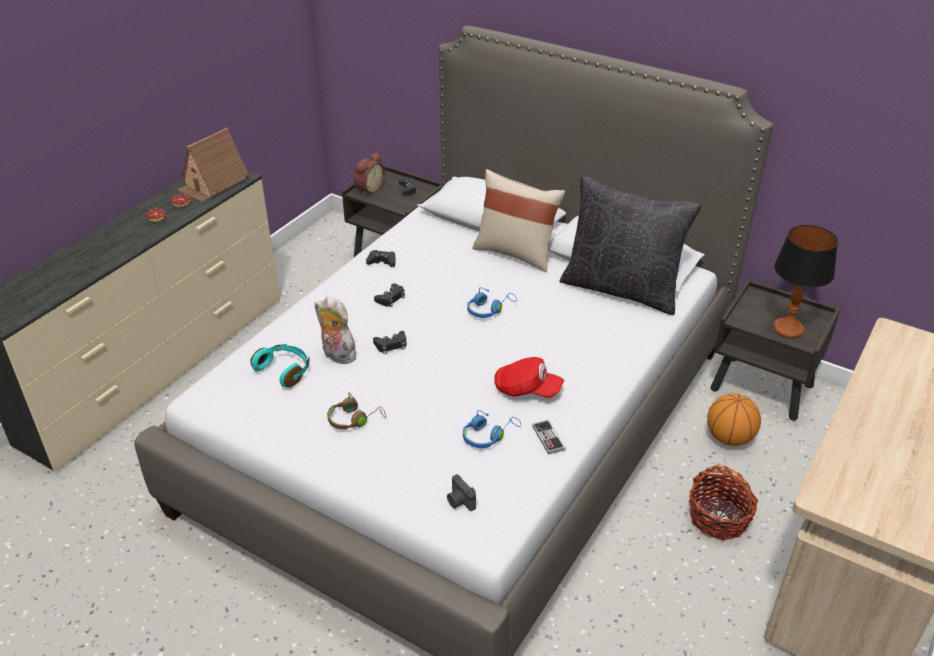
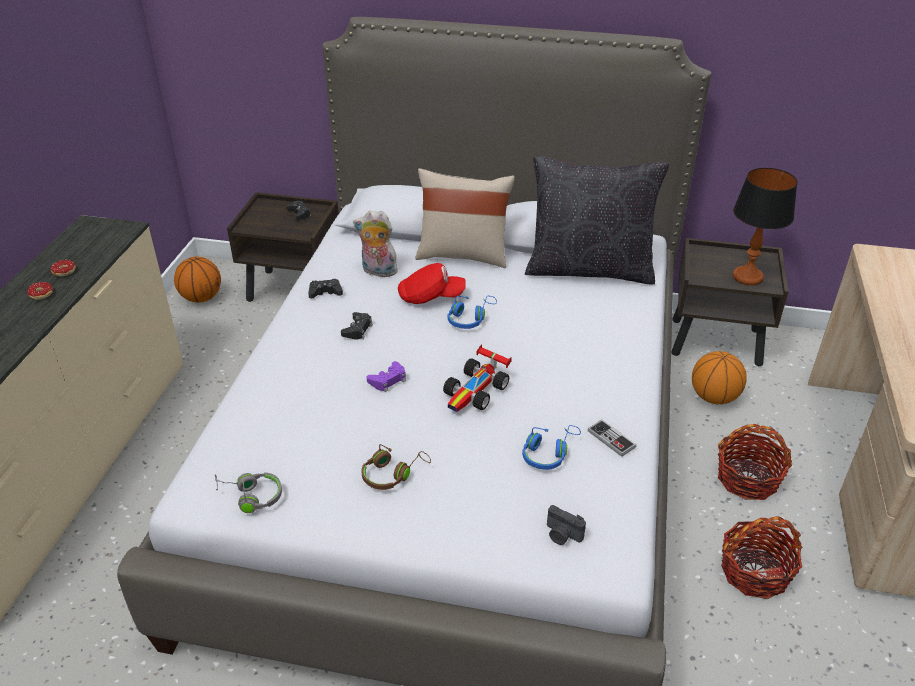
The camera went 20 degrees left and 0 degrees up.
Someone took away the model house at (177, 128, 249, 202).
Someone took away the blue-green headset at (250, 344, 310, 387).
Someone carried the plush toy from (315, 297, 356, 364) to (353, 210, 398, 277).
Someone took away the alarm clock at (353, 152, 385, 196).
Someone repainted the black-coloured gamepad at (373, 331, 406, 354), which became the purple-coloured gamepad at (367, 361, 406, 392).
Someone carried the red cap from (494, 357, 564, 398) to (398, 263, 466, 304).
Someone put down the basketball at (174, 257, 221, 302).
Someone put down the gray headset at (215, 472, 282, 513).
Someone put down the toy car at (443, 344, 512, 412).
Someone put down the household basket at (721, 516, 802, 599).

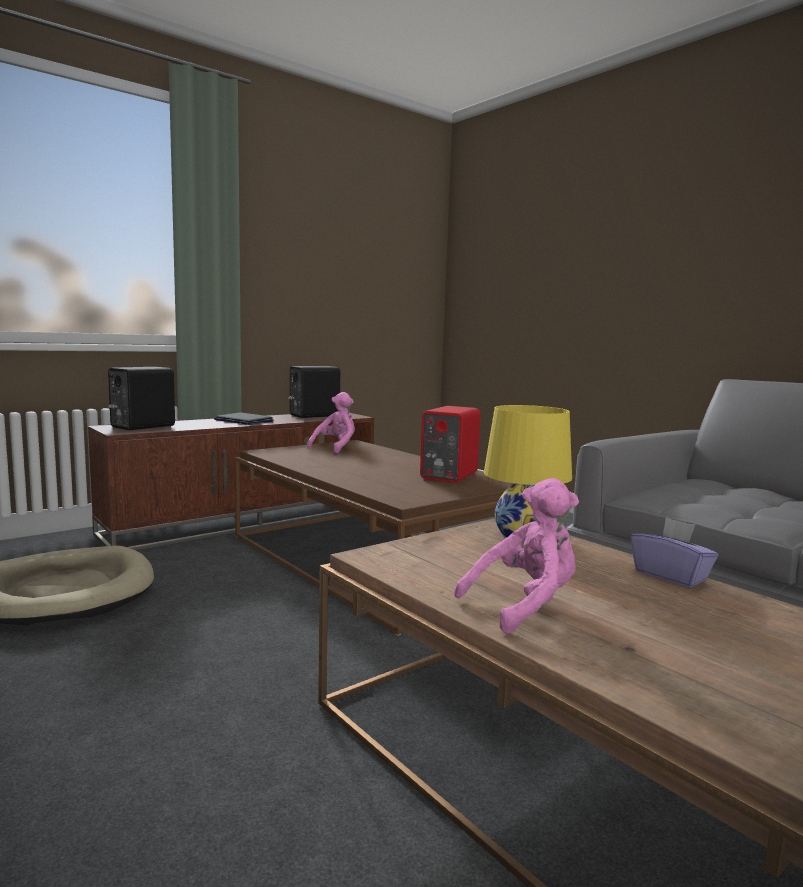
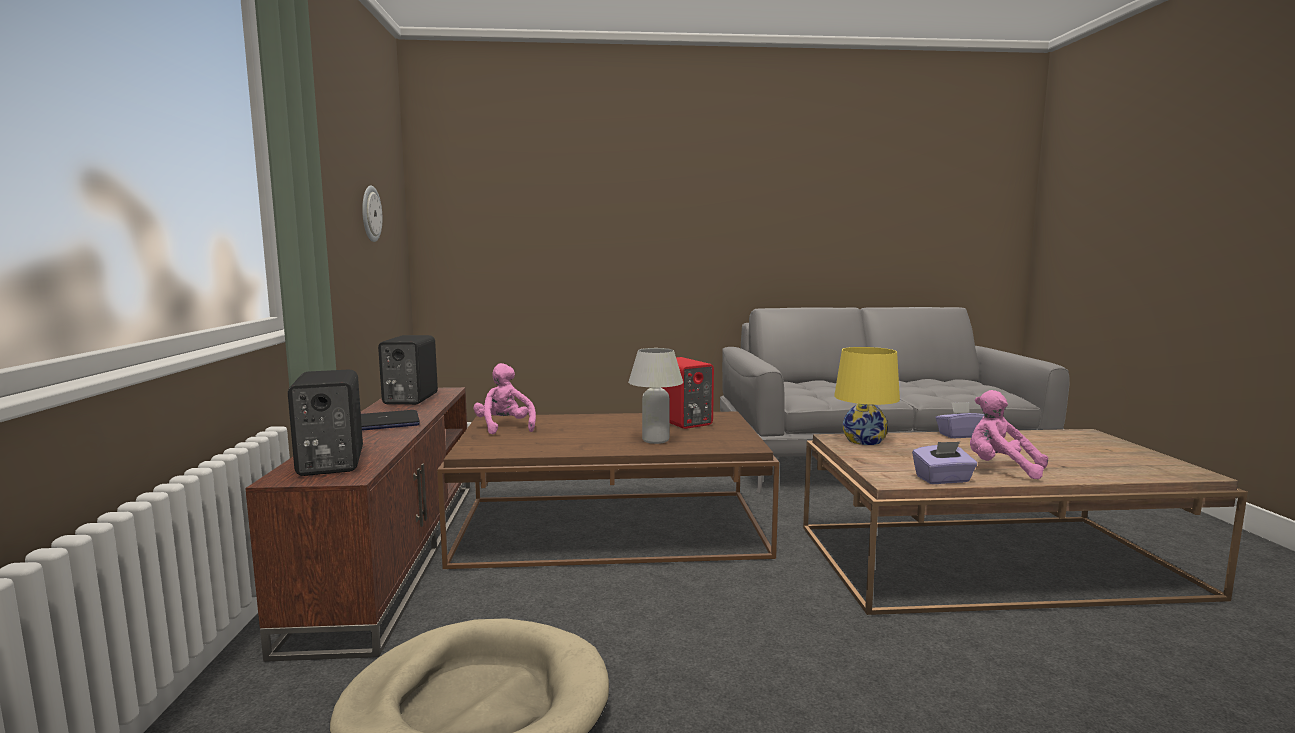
The camera went 55 degrees left and 0 degrees up.
Someone rotated the pinkish plush toy at (454, 478, 579, 634) by 60 degrees counterclockwise.
Someone put up the clock on the wall at (362, 185, 382, 242).
Someone put down the white-coloured lamp for a table at (628, 348, 683, 444).
Someone put down the purple-coloured box of tissues at (912, 442, 977, 484).

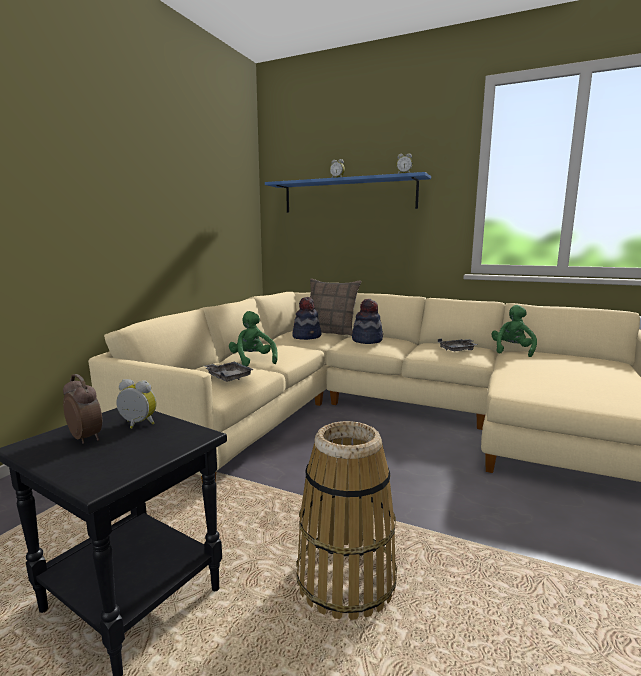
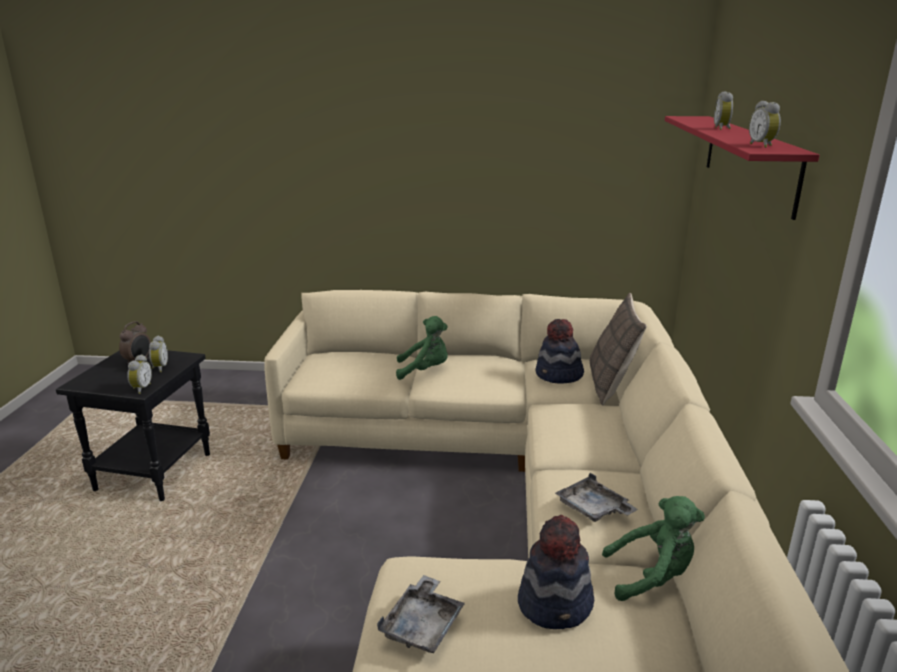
The camera went 70 degrees right and 10 degrees up.
Someone carried the gray tray from (205, 362, 254, 382) to (377, 575, 465, 653).
Someone rotated the green plush toy at (229, 311, 278, 366) by 45 degrees clockwise.
Someone repainted the blue-coloured bracket shelf at (265, 172, 431, 213), which became the red bracket shelf at (665, 116, 820, 220).
Someone took away the household basket at (296, 421, 397, 620).
Someone carried the clothing hat from (352, 299, 383, 344) to (518, 515, 594, 629).
Someone put down the alarm clock at (127, 354, 152, 394).

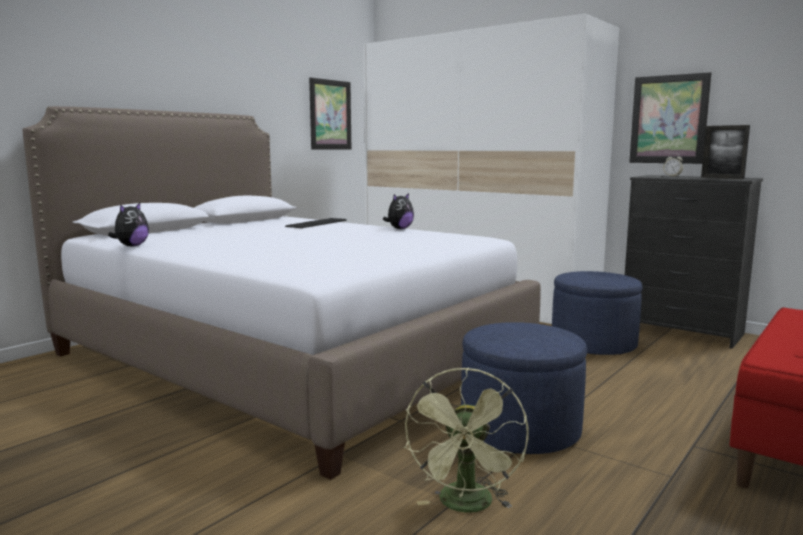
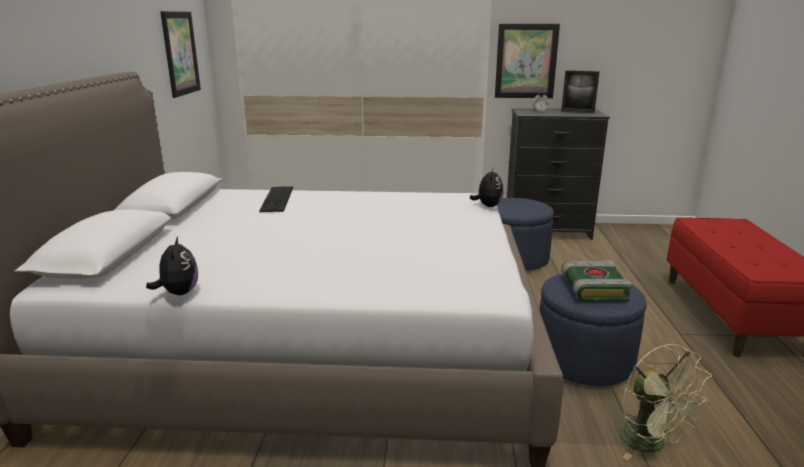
The camera went 35 degrees left and 10 degrees up.
Someone carried the plush toy from (383, 193, 414, 229) to (470, 167, 504, 207).
Someone put down the volume at (561, 261, 632, 302).

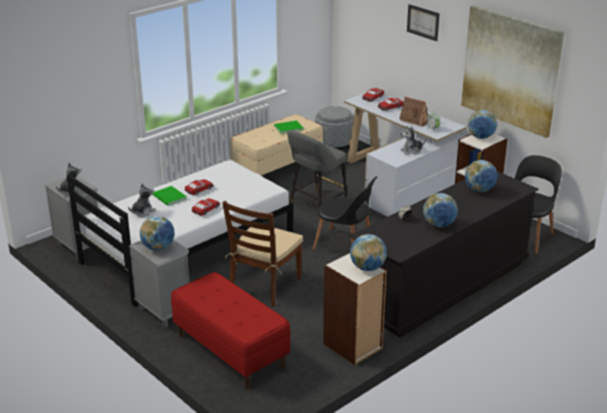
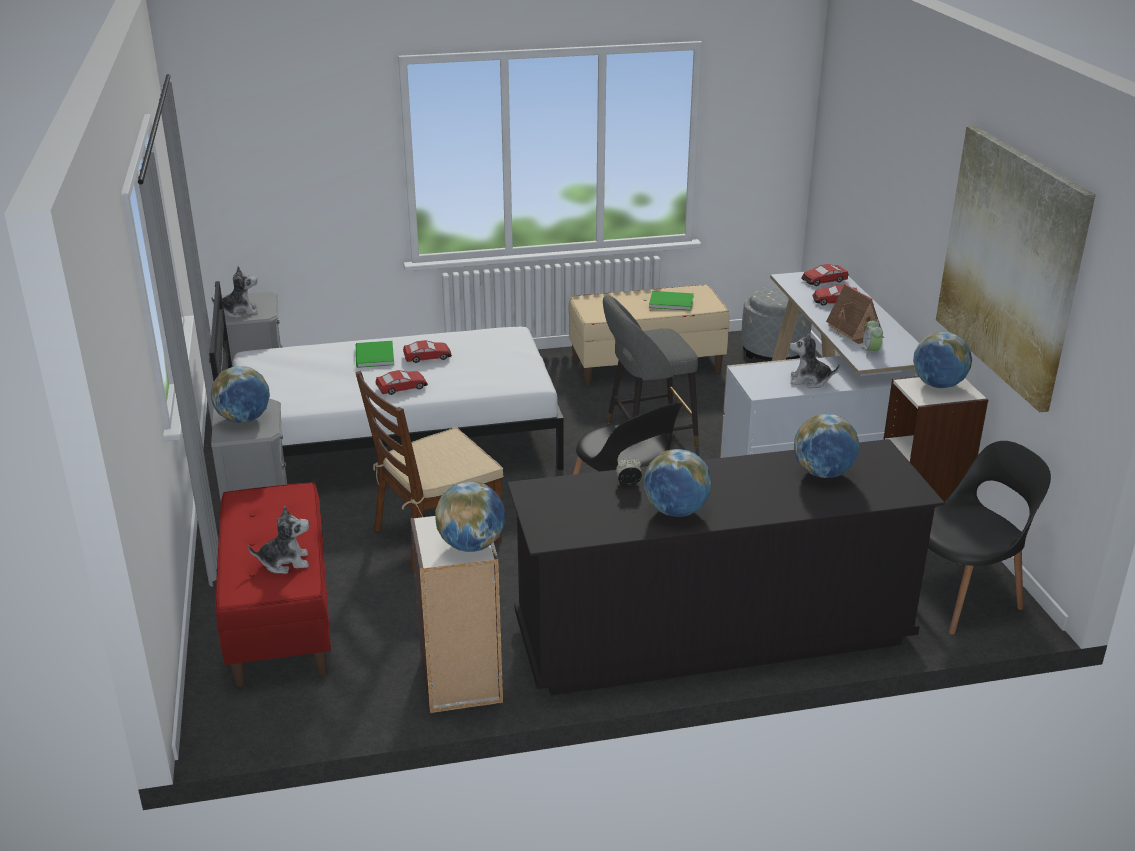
The camera went 30 degrees right and 0 degrees up.
Someone carried the plush toy from (128, 183, 156, 217) to (248, 506, 309, 574).
Someone took away the picture at (407, 4, 440, 41).

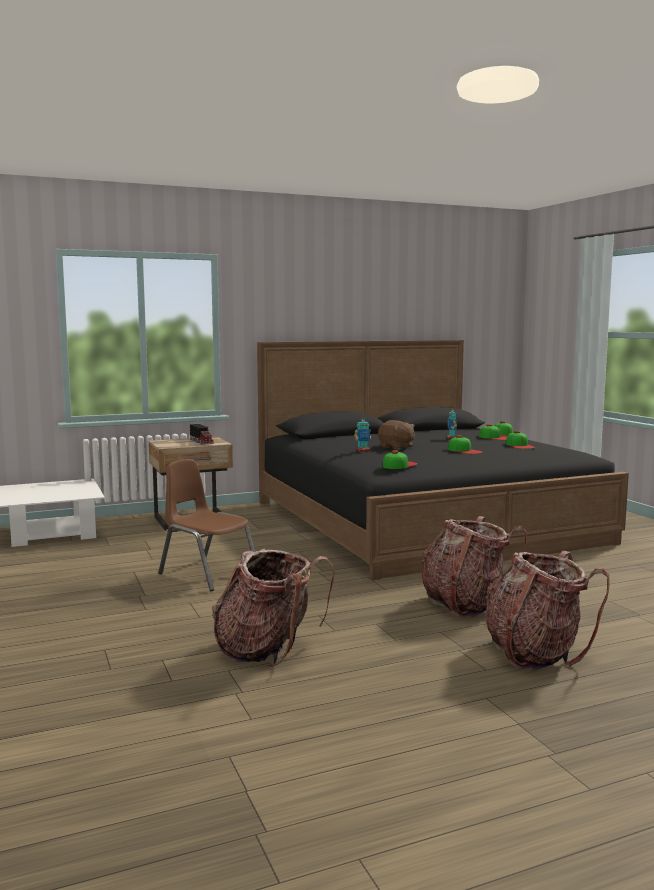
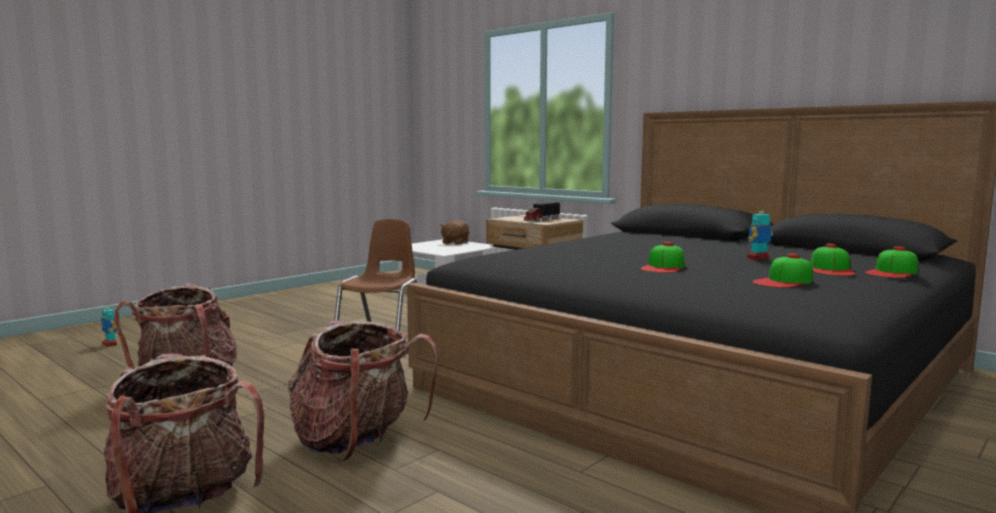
The camera went 65 degrees right and 0 degrees up.
Someone carried the toy robot from (354, 416, 371, 452) to (101, 304, 117, 347).
Someone carried the brown plush toy from (378, 420, 415, 450) to (440, 220, 469, 245).
Someone took away the cap at (383, 450, 417, 469).

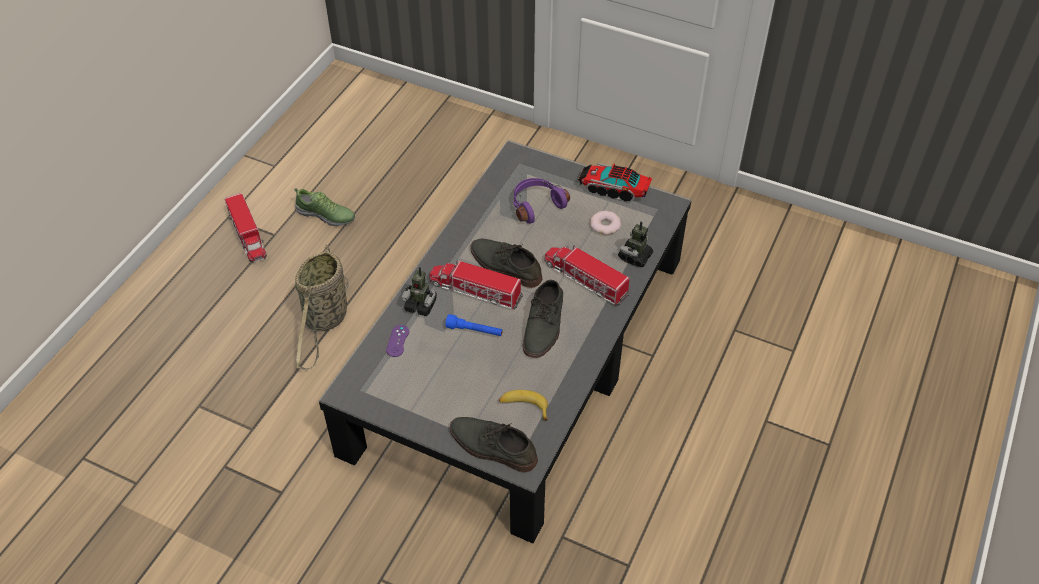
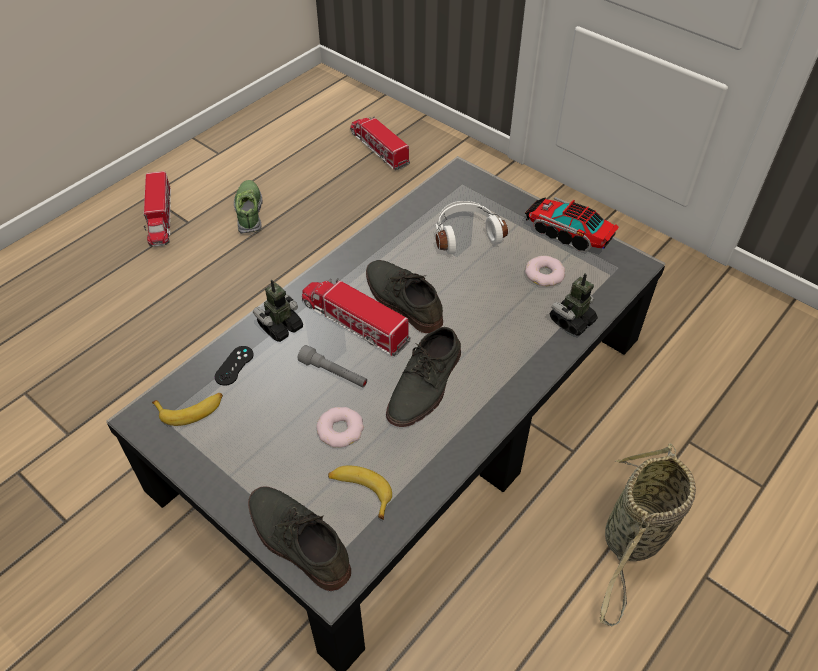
The camera went 15 degrees right and 0 degrees up.
Someone rotated the shoe at (294, 188, 355, 226) by 135 degrees counterclockwise.
Someone carried the household basket from (295, 244, 349, 370) to (600, 443, 696, 626).
Someone repainted the purple-coloured gamepad at (386, 325, 409, 357), which became the black-coloured gamepad at (214, 346, 254, 386).
Someone rotated the toy robot at (401, 267, 437, 316) by 105 degrees clockwise.
Someone repainted the blue-coloured flashlight at (445, 314, 503, 336), which became the gray flashlight at (298, 345, 367, 387).
Someone repainted the purple-coloured headset at (513, 178, 570, 224), which became the white-coloured headset at (435, 201, 508, 254).
Someone carried the toy lorry from (545, 245, 630, 306) to (350, 116, 410, 170).
Someone put down the banana fruit at (152, 393, 223, 426).
Someone put down the doughnut at (317, 407, 364, 448).

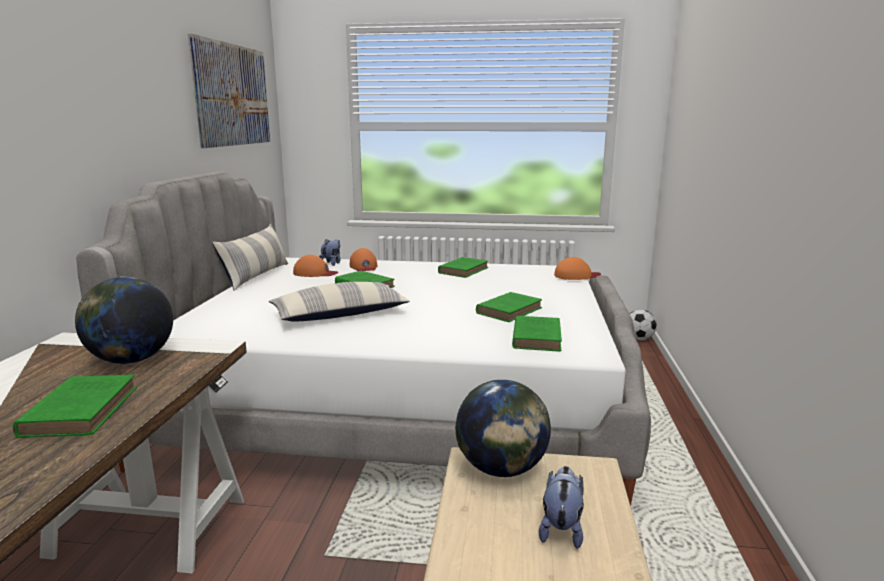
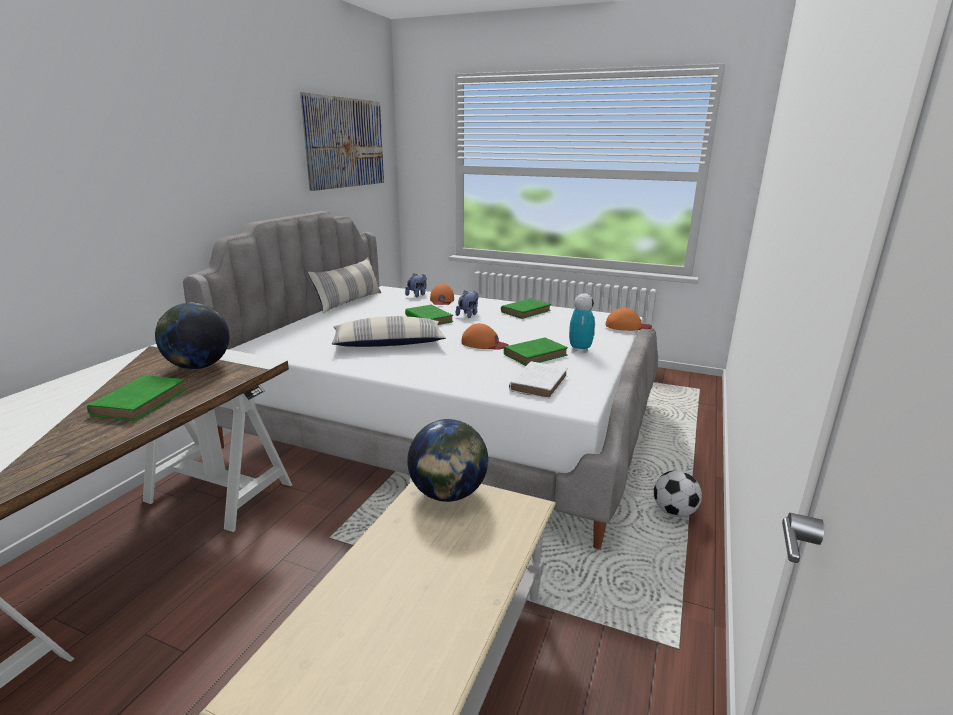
The camera went 15 degrees right and 5 degrees up.
Someone carried the orange cap from (293, 255, 338, 277) to (461, 323, 509, 350).
Someone repainted the green volume at (512, 316, 562, 351), which became the white-coloured volume at (509, 361, 568, 399).
Someone carried the plush toy from (539, 466, 584, 549) to (456, 290, 479, 318).
Someone carried the football ball from (630, 310, 657, 340) to (654, 470, 702, 517).
Someone put down the toy robot at (569, 293, 595, 353).

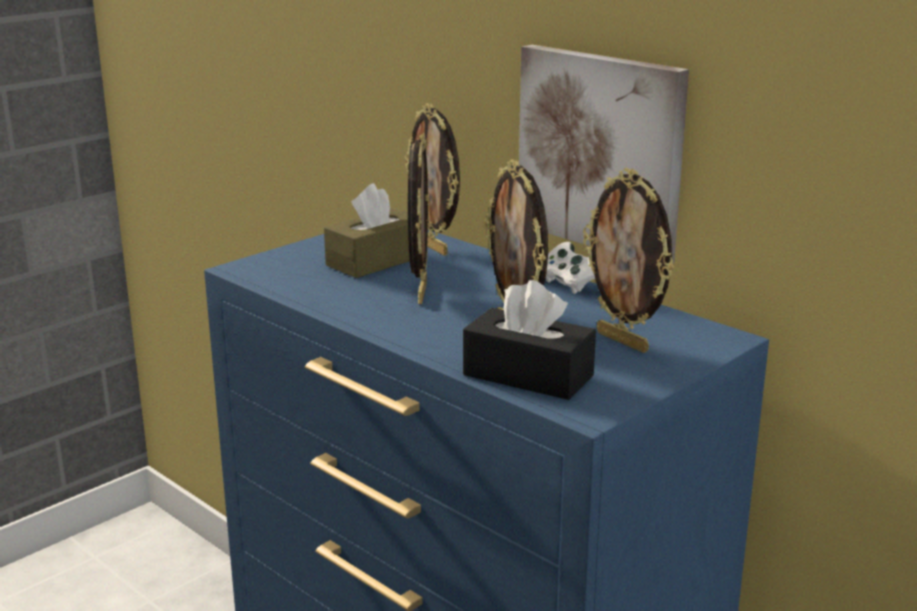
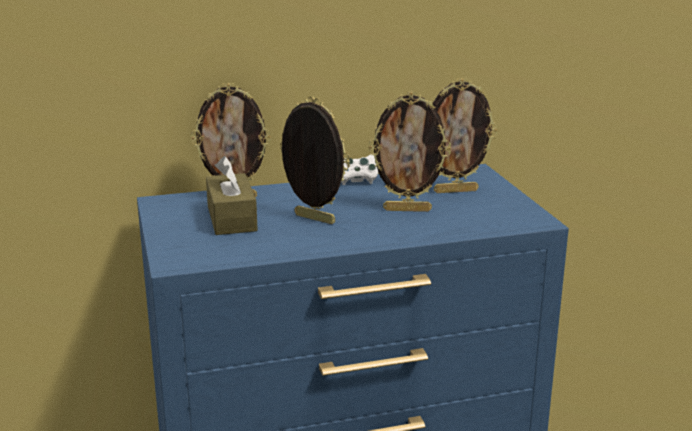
The camera went 60 degrees left and 0 degrees up.
Someone took away the black-coloured box of tissues at (463, 280, 596, 400).
Someone took away the picture at (519, 45, 689, 264).

